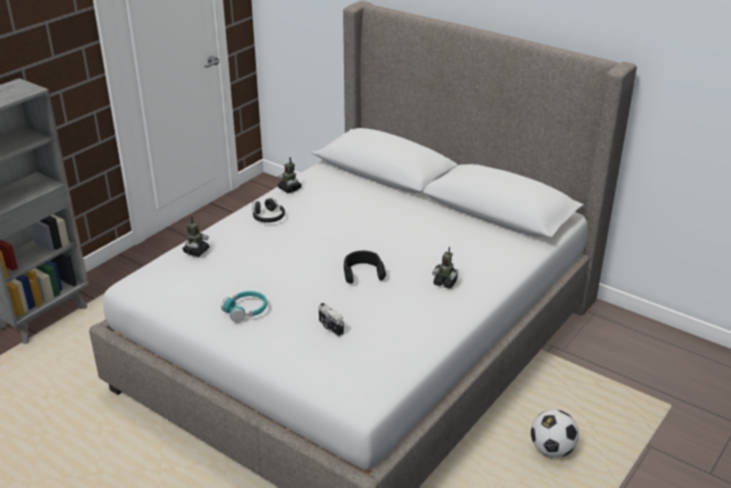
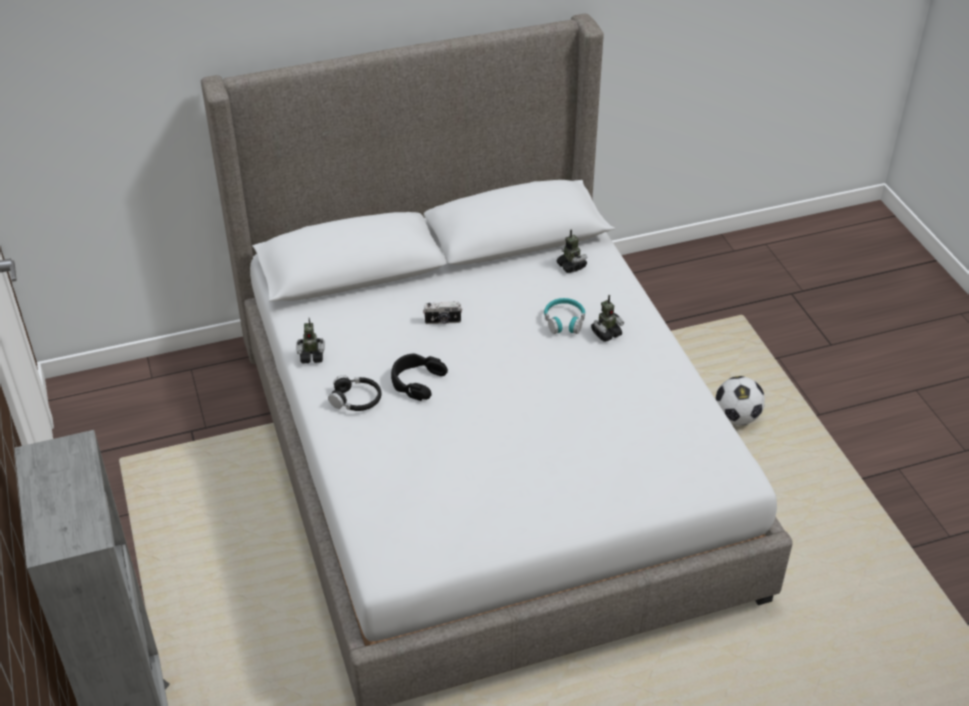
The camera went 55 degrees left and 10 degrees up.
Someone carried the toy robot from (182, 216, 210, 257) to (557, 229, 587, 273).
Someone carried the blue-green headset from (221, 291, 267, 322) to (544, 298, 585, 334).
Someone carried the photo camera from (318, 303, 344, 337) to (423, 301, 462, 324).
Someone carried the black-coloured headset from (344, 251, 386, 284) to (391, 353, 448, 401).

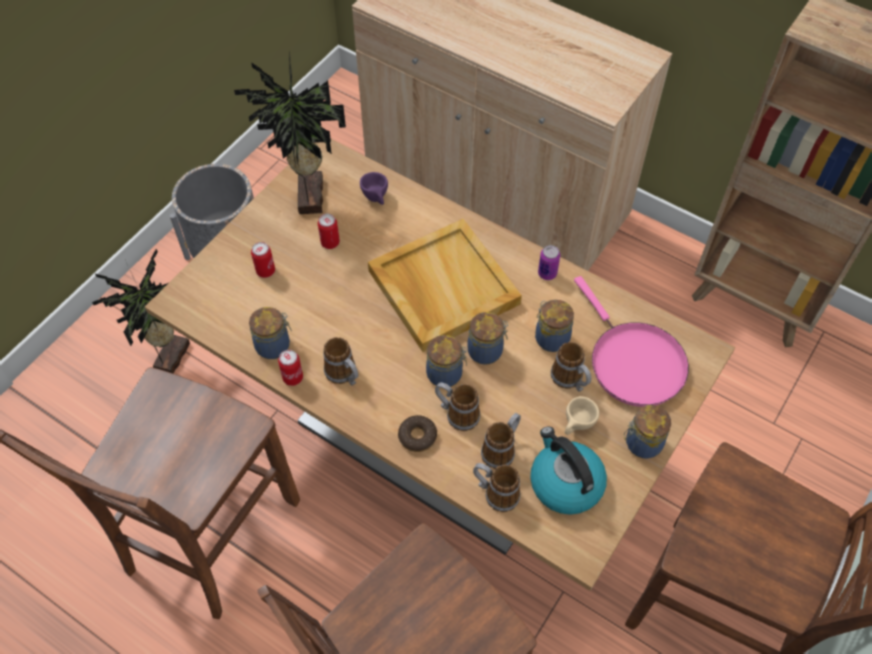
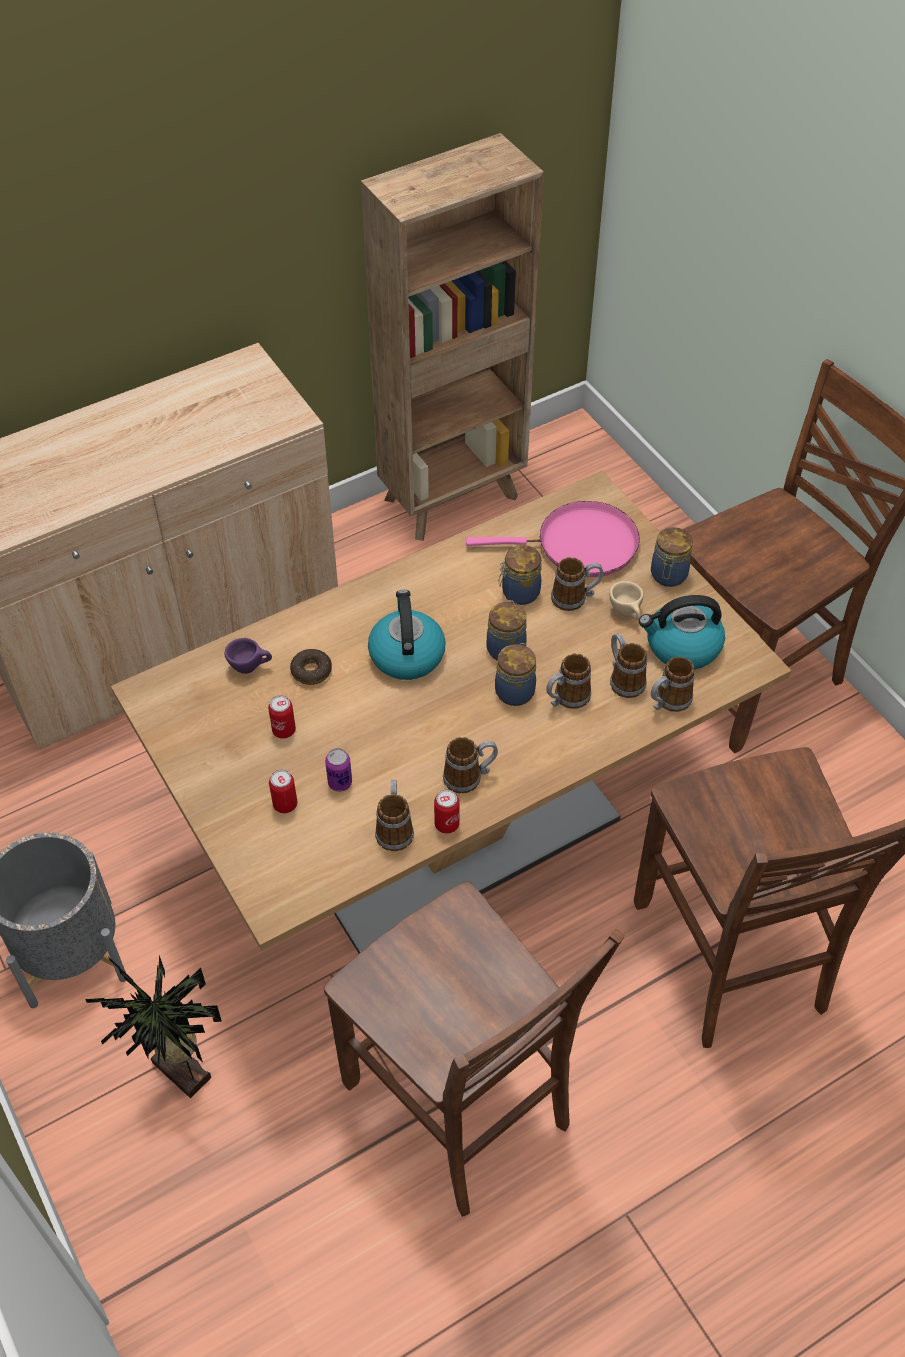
The camera went 65 degrees left and 5 degrees down.
Someone took away the houseplant at (234, 50, 346, 214).
Someone swapped the preserve jar at (249, 307, 292, 359) for the tea mug at (375, 780, 414, 851).
Someone swapped the beige tray at (368, 219, 522, 352) for the water kettle at (368, 590, 446, 680).
Someone carried the doughnut from (398, 415, 437, 452) to (290, 649, 332, 685).
Someone carried the sealed can from (538, 245, 560, 280) to (325, 748, 352, 792).

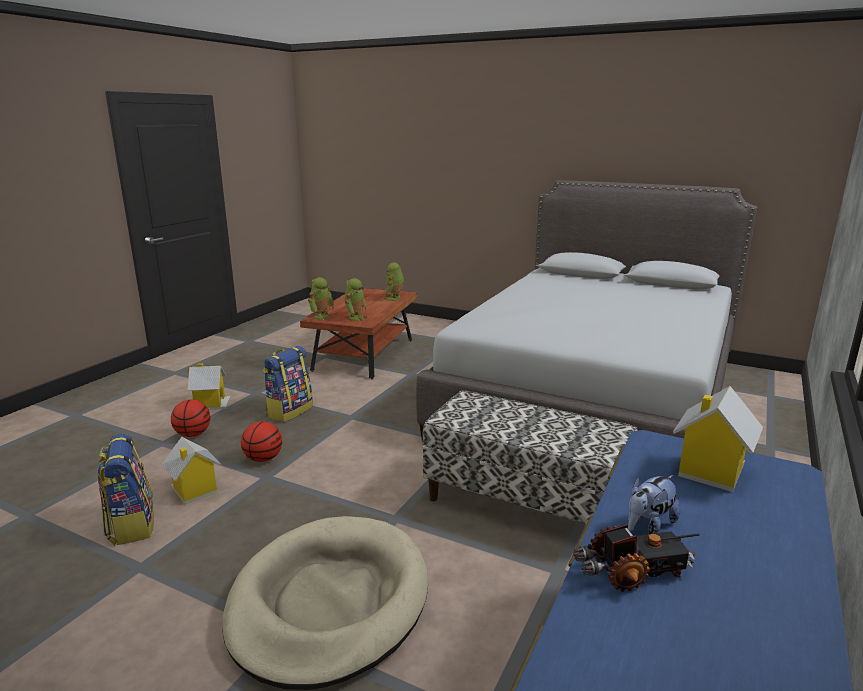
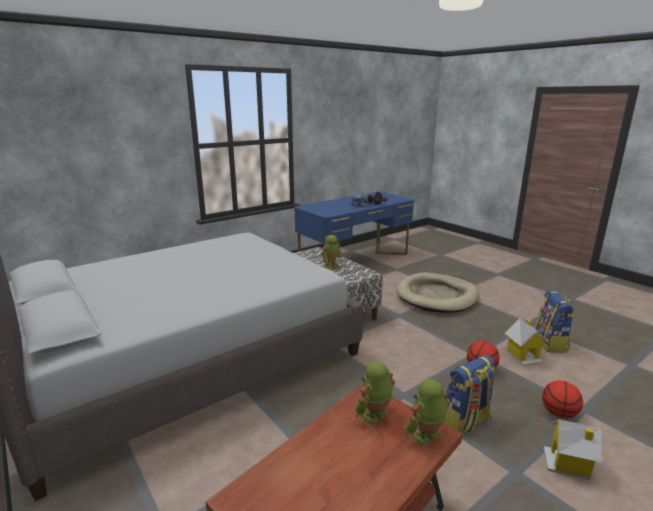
The camera went 155 degrees left and 0 degrees up.
Someone carried the toy robot from (385, 263, 404, 301) to (321, 235, 342, 270).
Someone took away the model house at (673, 386, 763, 492).

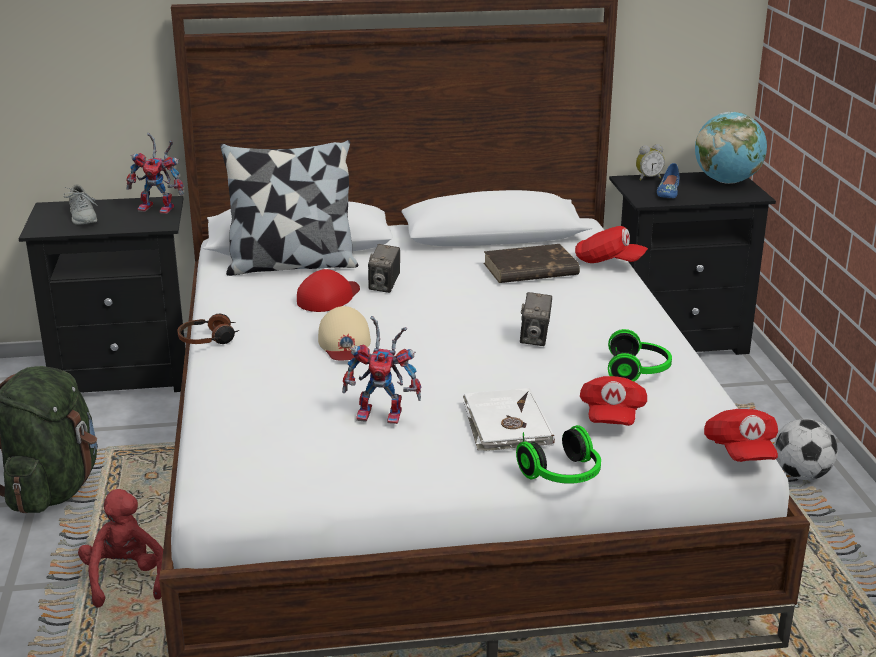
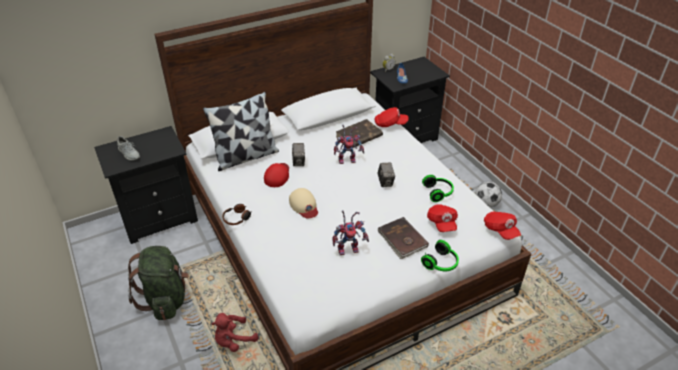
The camera went 20 degrees left and 15 degrees up.
Someone rotated the red plush toy at (78, 489, 163, 608) by 90 degrees counterclockwise.
Someone carried the toy robot from (126, 133, 183, 214) to (334, 124, 364, 164).
Someone repainted the white-coloured volume at (463, 388, 555, 452), which became the brown volume at (378, 217, 429, 259).
Someone took away the desk globe at (695, 112, 767, 184).

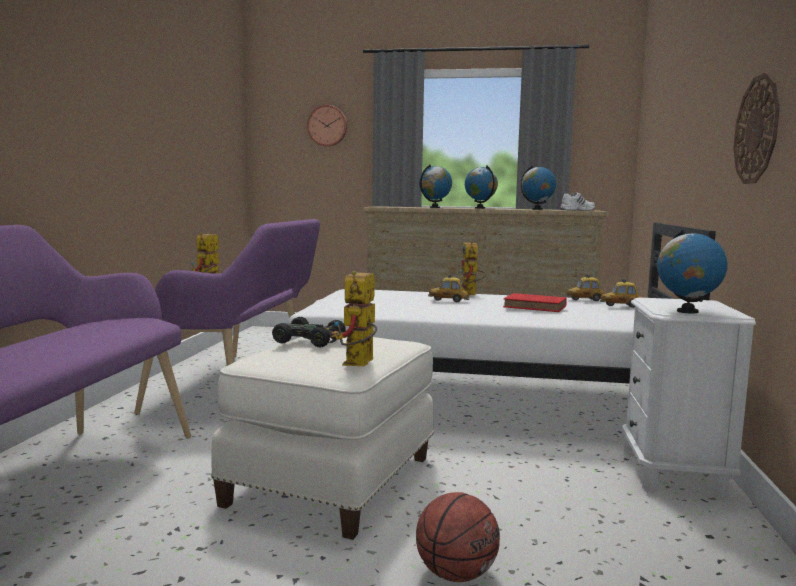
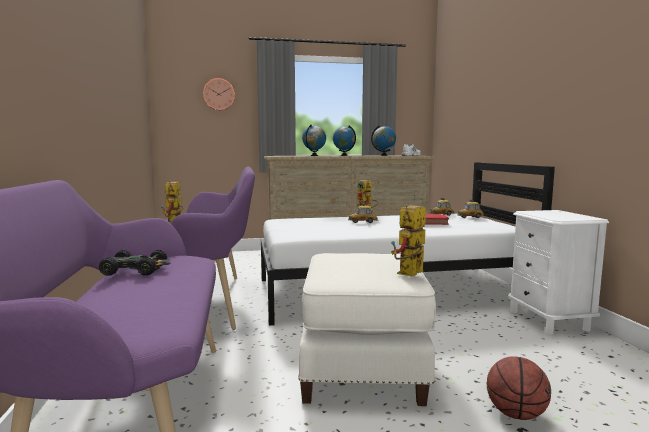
The camera went 20 degrees left and 0 degrees up.
Someone carried the black-coloured toy car from (272, 317, 347, 347) to (99, 250, 171, 276).
Someone rotated the toy robot at (334, 271, 377, 366) by 45 degrees clockwise.
Someone took away the desk globe at (657, 230, 728, 313).
Someone took away the clock on the wall at (733, 73, 780, 184).

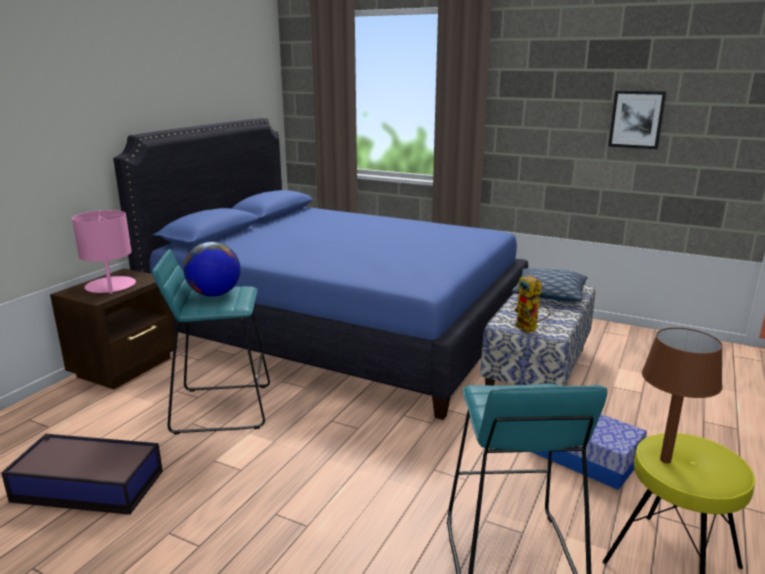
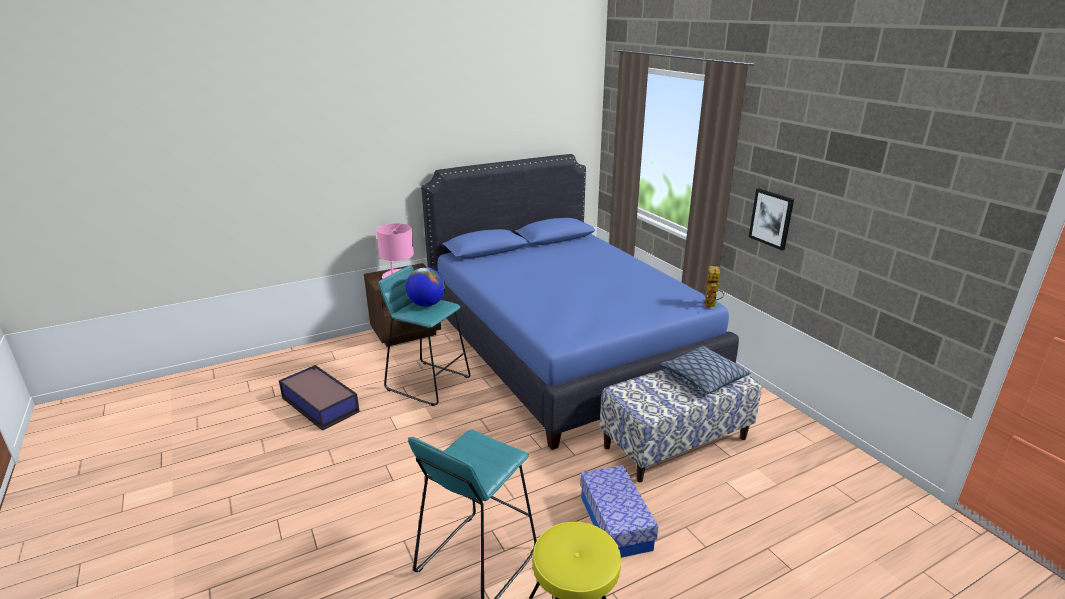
The camera went 35 degrees right and 5 degrees up.
Someone carried the toy robot from (514, 276, 551, 333) to (704, 266, 724, 308).
Someone carried the picture from (608, 90, 667, 149) to (749, 188, 794, 250).
Someone took away the brown lamp for a table at (642, 328, 723, 463).

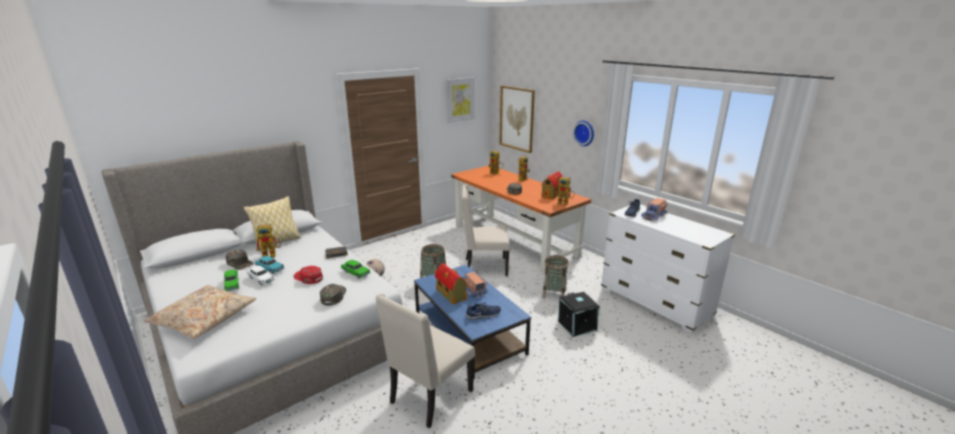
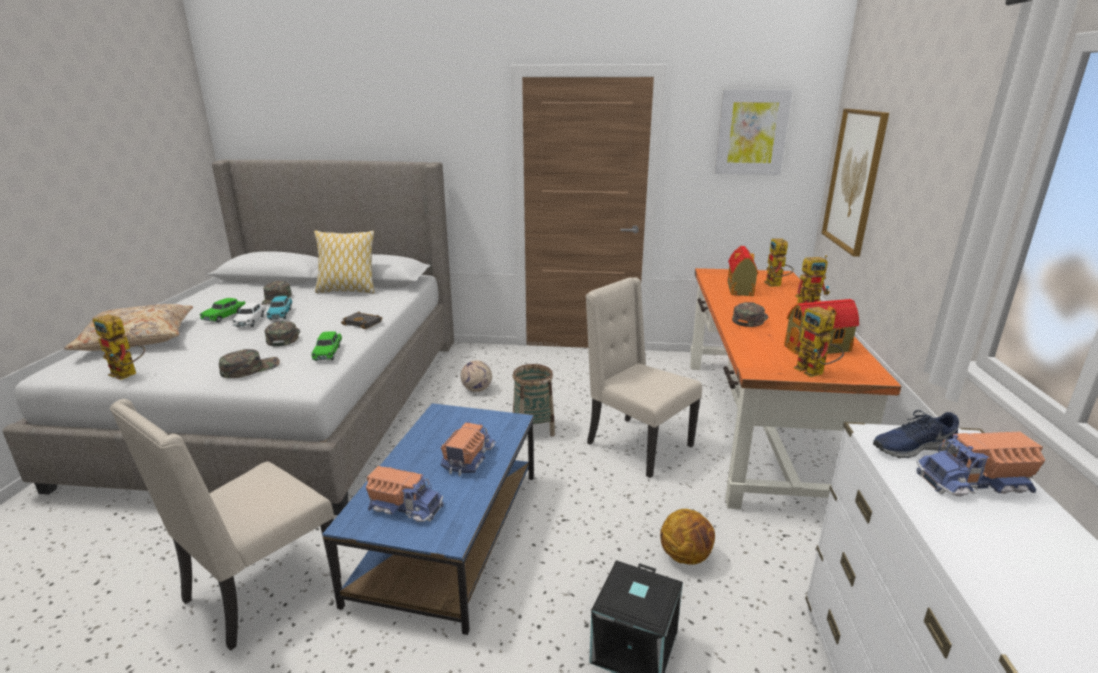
The camera went 45 degrees right and 0 degrees up.
Someone carried the toy robot from (256, 223, 281, 258) to (93, 314, 145, 380).
Someone repainted the red cap at (293, 266, 323, 284), which became the green cap at (264, 321, 300, 346).
Someone rotated the beige chair at (375, 293, 475, 428) by 45 degrees counterclockwise.
Someone carried the model house from (435, 263, 467, 304) to (727, 246, 758, 296).
Someone swapped the blue-coloured shoe at (465, 303, 501, 320) for the toy lorry at (366, 466, 444, 522).
Someone swapped the household basket at (542, 255, 569, 298) for the basketball at (660, 509, 715, 565).
Someone took away the clock on the wall at (573, 120, 594, 146).

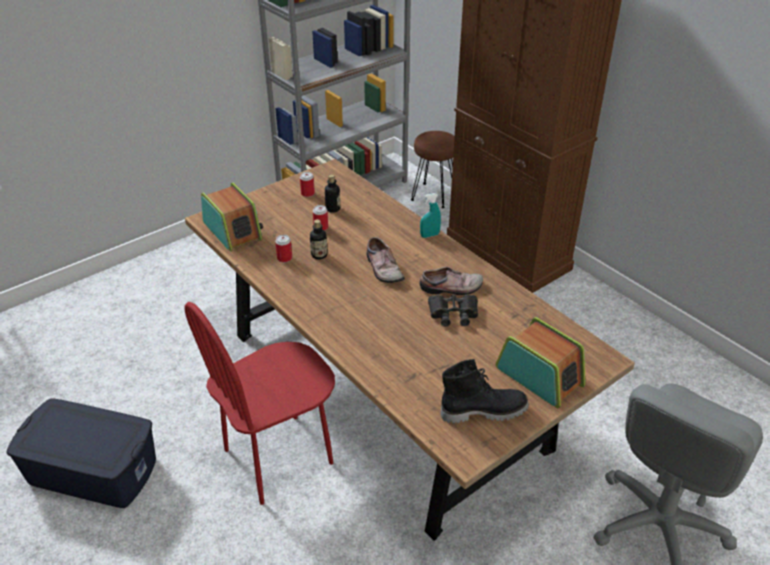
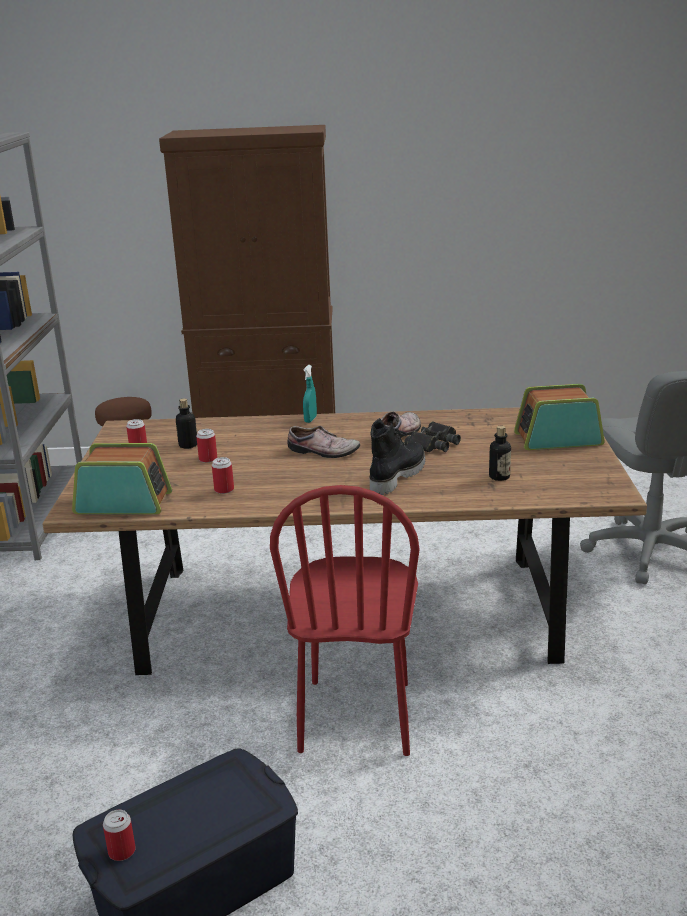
The camera went 50 degrees left and 15 degrees down.
Someone carried the bottle from (310, 219, 328, 260) to (489, 426, 511, 481).
Someone carried the black-coloured high-top boot from (441, 359, 529, 424) to (369, 418, 425, 495).
Someone put down the sealed can at (103, 810, 136, 861).

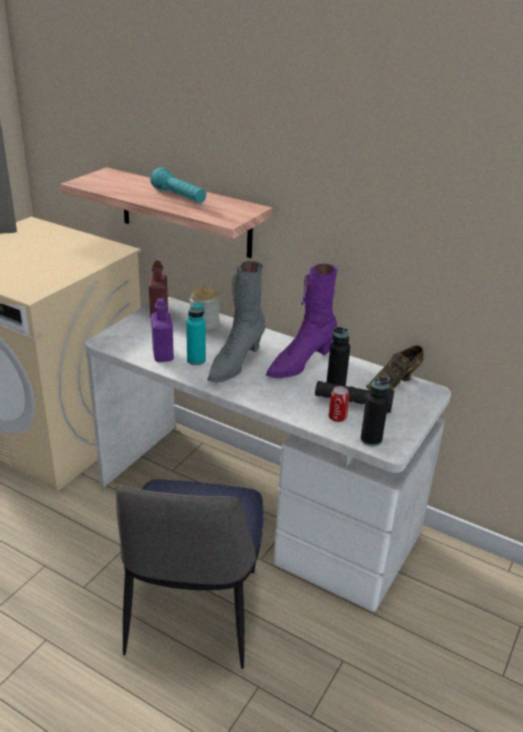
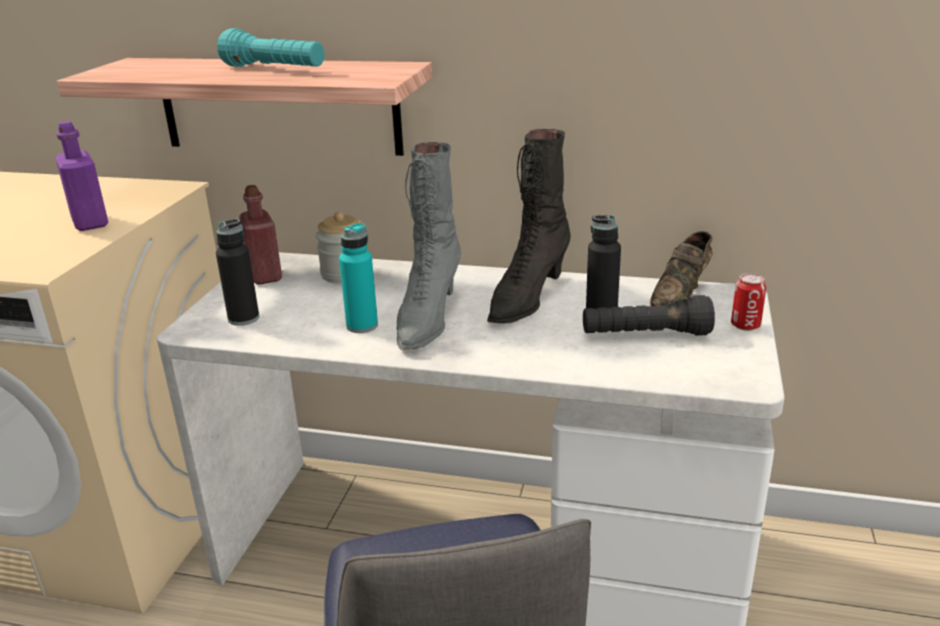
The camera went 15 degrees left and 5 degrees down.
Someone carried the purple-coloured bottle from (151, 298, 174, 362) to (55, 121, 109, 231).
Someone repainted the purple-coloured high-top boot at (266, 264, 337, 378), which became the black-coloured high-top boot at (487, 129, 571, 324).
Someone carried the sealed can from (329, 386, 350, 422) to (731, 273, 766, 331).
Someone carried the black-coloured bottle from (360, 377, 390, 447) to (216, 219, 259, 326).

